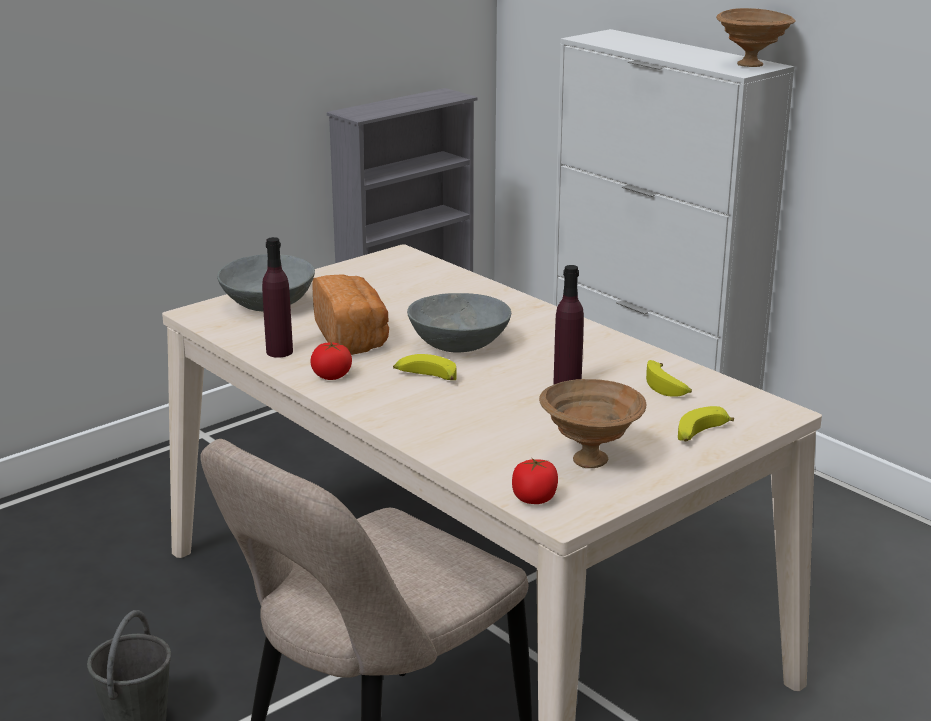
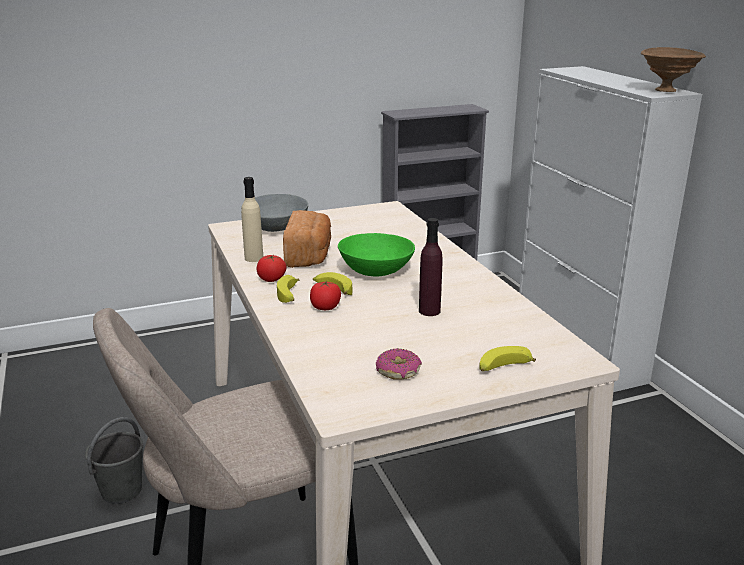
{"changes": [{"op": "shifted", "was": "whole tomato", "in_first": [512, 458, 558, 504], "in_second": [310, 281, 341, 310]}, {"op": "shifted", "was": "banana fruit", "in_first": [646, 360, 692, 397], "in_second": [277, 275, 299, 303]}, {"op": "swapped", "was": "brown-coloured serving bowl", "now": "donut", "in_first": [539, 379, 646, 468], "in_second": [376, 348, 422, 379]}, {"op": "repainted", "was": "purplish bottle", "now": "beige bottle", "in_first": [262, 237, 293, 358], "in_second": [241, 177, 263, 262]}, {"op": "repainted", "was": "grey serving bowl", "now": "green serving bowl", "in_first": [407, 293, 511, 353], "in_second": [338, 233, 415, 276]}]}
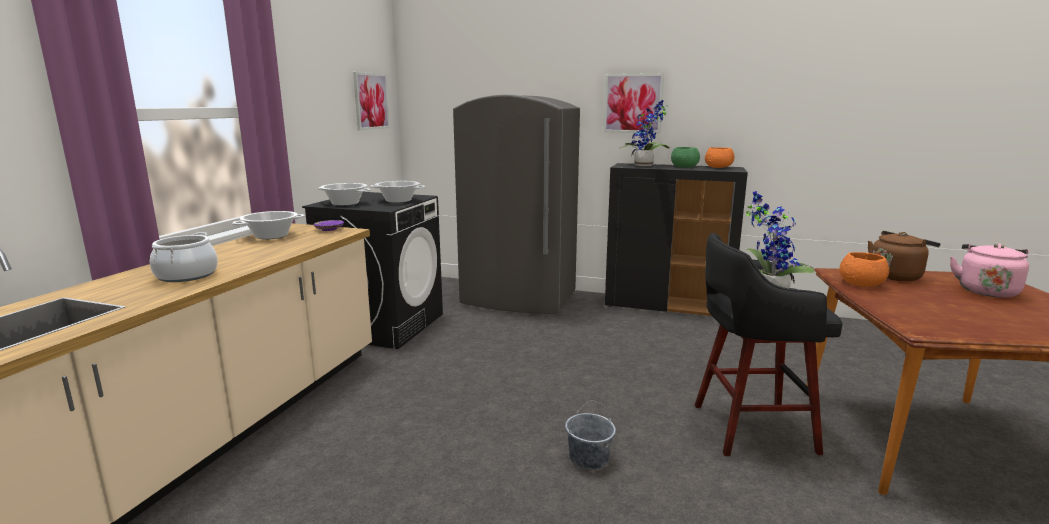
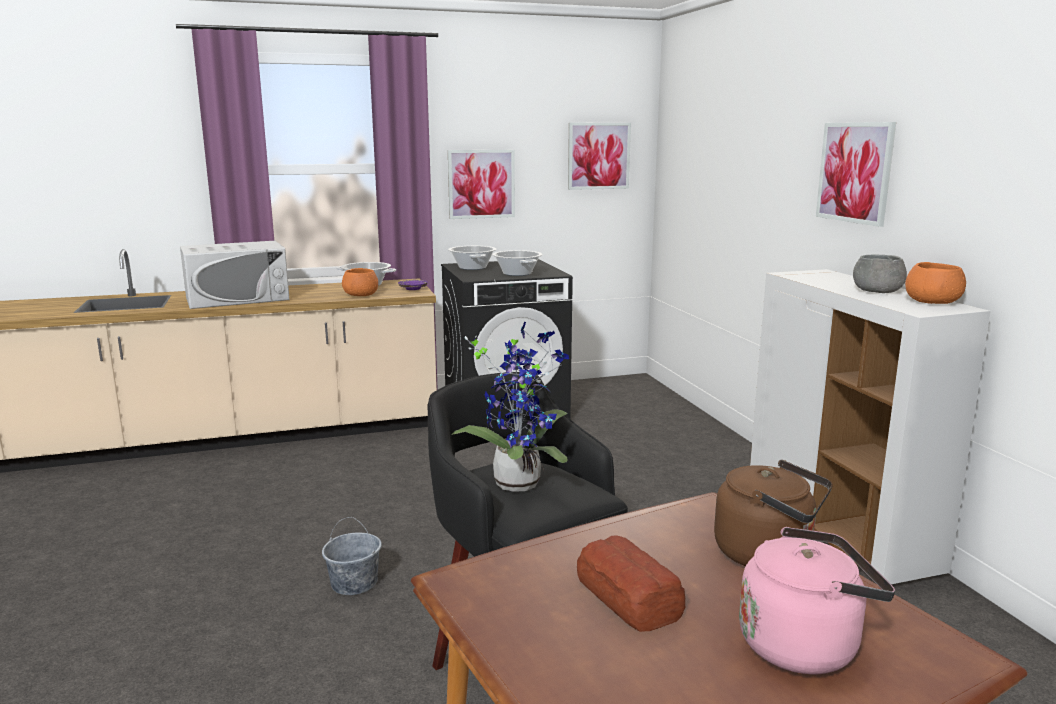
{"changes": [{"op": "gone", "was": "grey fridge", "in_first": [453, 94, 580, 314]}, {"op": "gone", "was": "plant in a pot", "in_first": [619, 100, 669, 166]}, {"op": "new", "now": "wall picture", "in_second": [448, 150, 515, 219]}, {"op": "new", "now": "bread", "in_second": [577, 535, 685, 632]}, {"op": "shifted", "was": "orange-coloured serving bowl", "in_first": [839, 252, 889, 287], "in_second": [342, 268, 378, 296]}, {"op": "swapped", "was": "saucepot", "now": "white-coloured microwave", "in_first": [150, 232, 218, 282], "in_second": [180, 241, 290, 309]}, {"op": "repainted", "was": "black storage cabinet", "now": "white-coloured storage cabinet", "in_first": [605, 163, 748, 316], "in_second": [750, 269, 991, 584]}, {"op": "repainted", "was": "green serving bowl", "now": "grey serving bowl", "in_first": [671, 147, 700, 167], "in_second": [853, 255, 907, 293]}]}
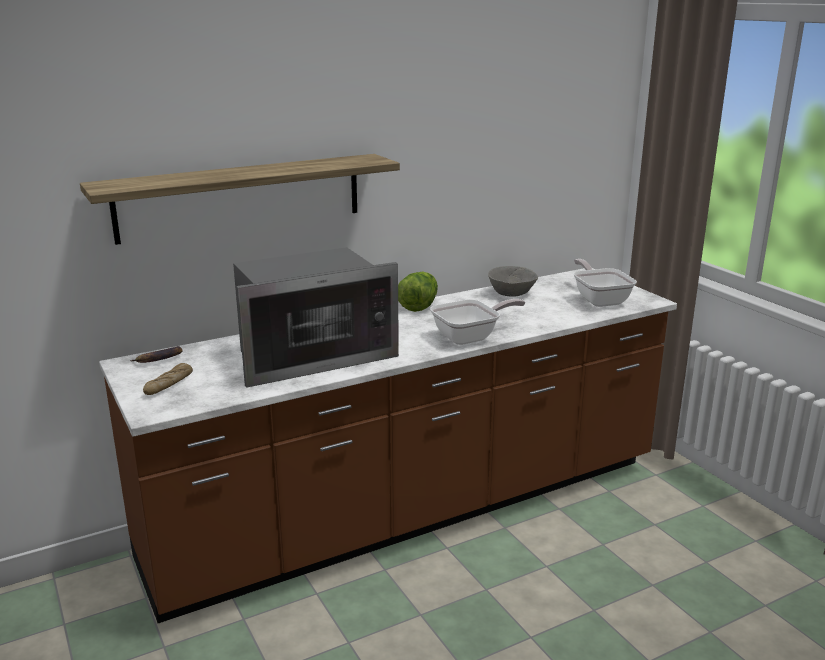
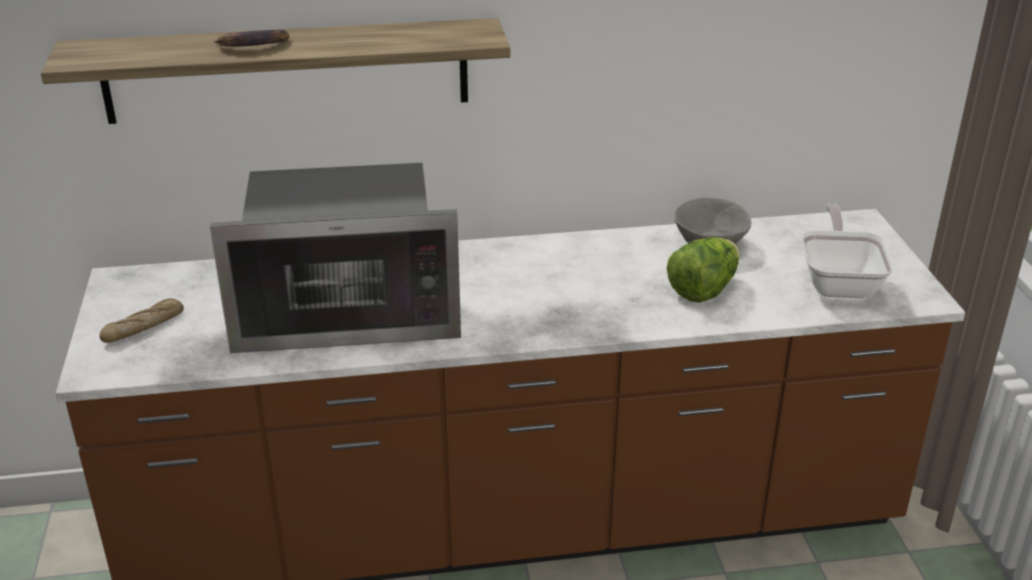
{"changes": [{"op": "gone", "was": "skillet", "in_first": [430, 299, 525, 345]}, {"op": "shifted", "was": "banana fruit", "in_first": [130, 346, 183, 363], "in_second": [214, 30, 290, 47]}, {"op": "shifted", "was": "lettuce head", "in_first": [398, 272, 438, 312], "in_second": [667, 237, 740, 303]}]}
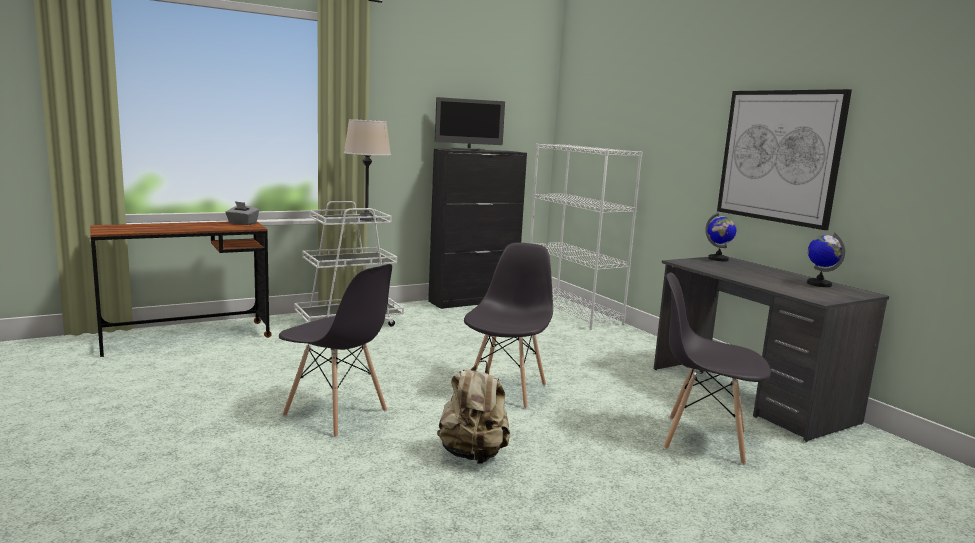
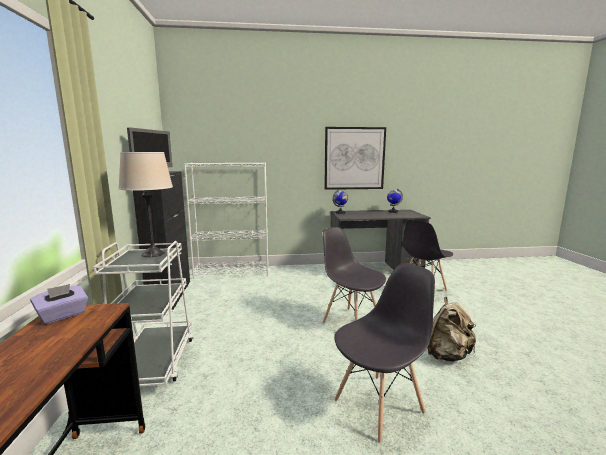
{"changes": [{"op": "repainted", "was": "grey box of tissues", "now": "purplish box of tissues", "in_first": [225, 201, 259, 225], "in_second": [30, 284, 88, 324]}]}
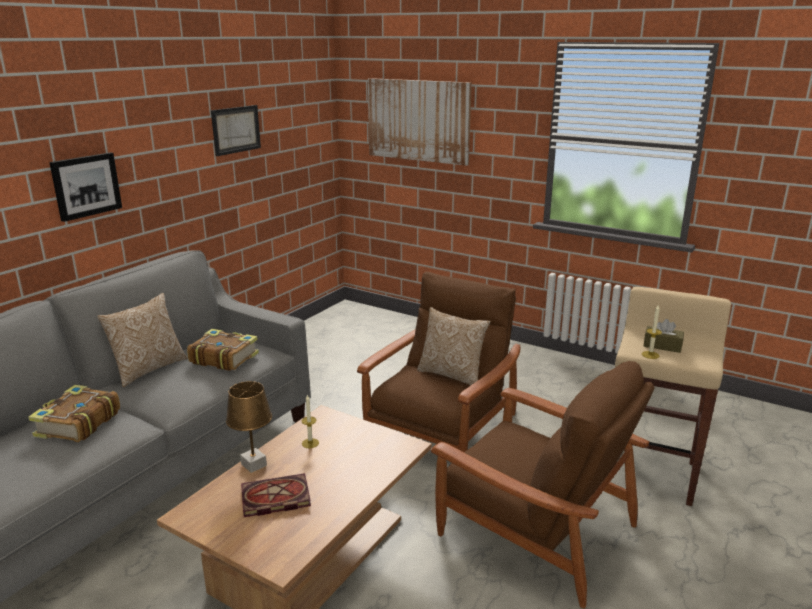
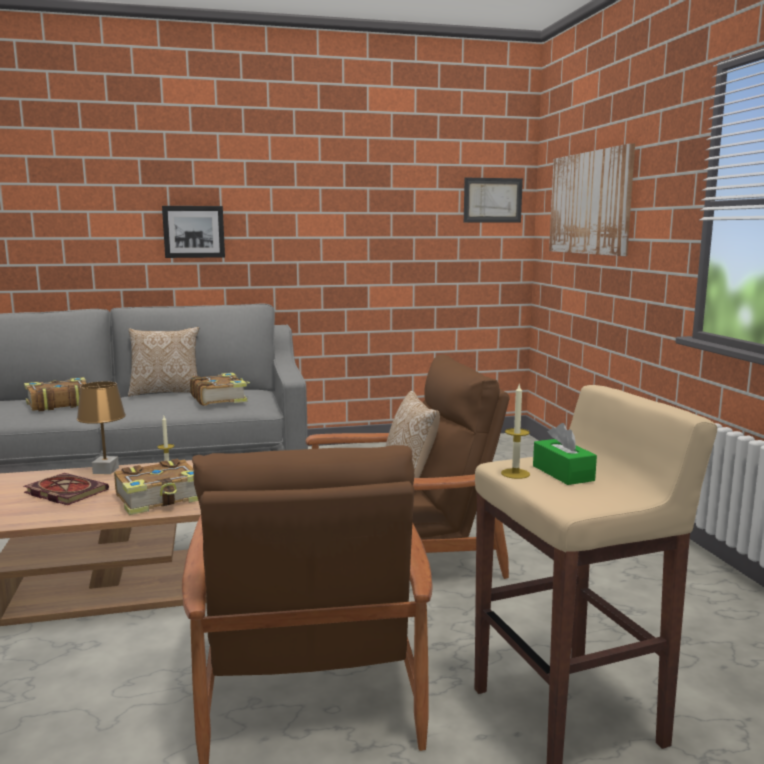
{"changes": [{"op": "new", "now": "bound book", "in_second": [114, 459, 198, 515]}, {"op": "shifted", "was": "wall picture", "in_first": [211, 105, 261, 156], "in_second": [464, 178, 523, 222]}, {"op": "repainted", "was": "brown-coloured box of tissues", "now": "green box of tissues", "in_first": [644, 319, 684, 353], "in_second": [533, 423, 597, 485]}]}
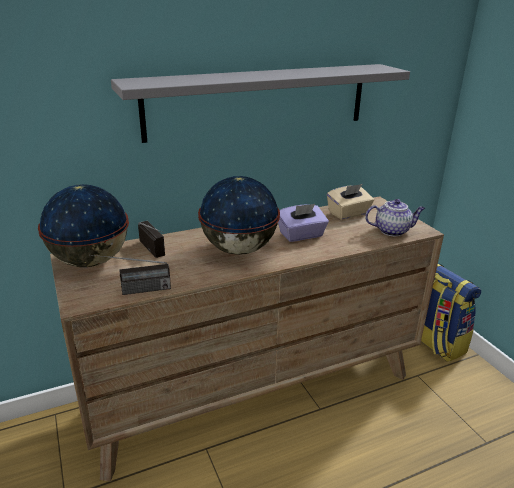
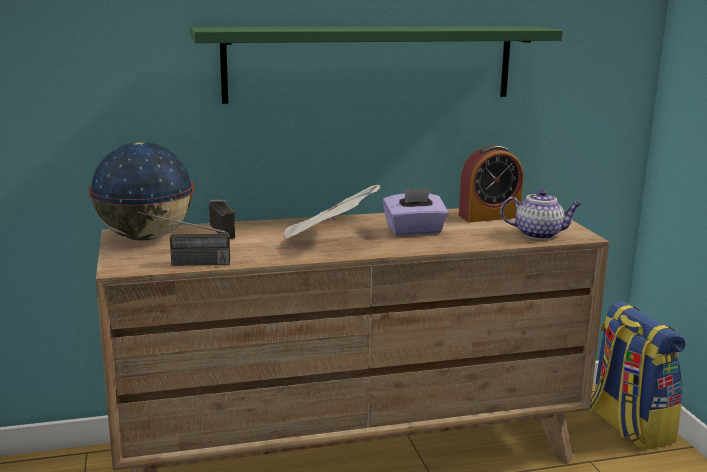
{"changes": [{"op": "swapped", "was": "world globe", "now": "printed paper", "in_first": [198, 176, 280, 255], "in_second": [282, 185, 380, 241]}, {"op": "swapped", "was": "beige box of tissues", "now": "table clock", "in_first": [327, 184, 374, 220], "in_second": [459, 144, 523, 222]}, {"op": "repainted", "was": "grey shelf", "now": "green shelf", "in_first": [111, 64, 410, 143], "in_second": [190, 26, 563, 104]}]}
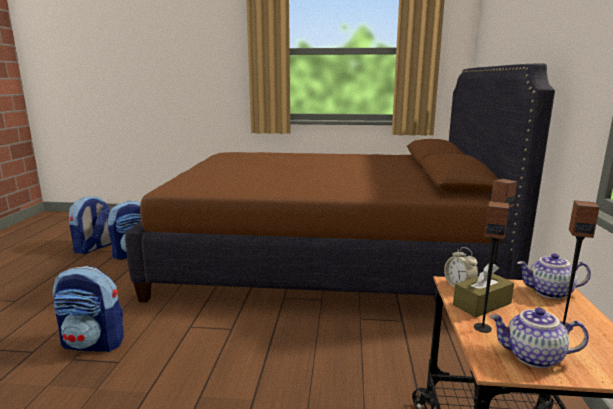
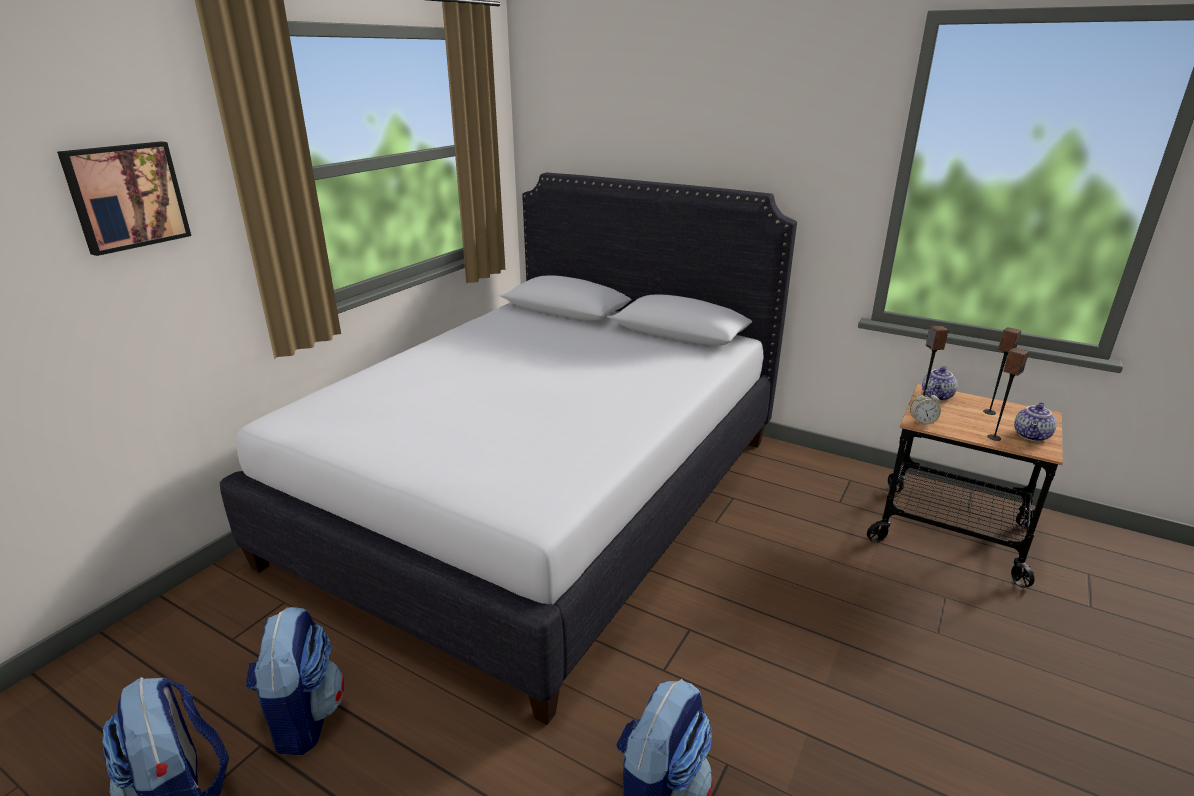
{"changes": [{"op": "gone", "was": "brown-coloured box of tissues", "in_first": [453, 263, 514, 317]}, {"op": "new", "now": "wall picture", "in_second": [57, 141, 191, 256]}, {"op": "repainted", "was": "brown-coloured bed", "now": "white-coloured bed", "in_first": [125, 64, 555, 302], "in_second": [220, 173, 797, 725]}]}
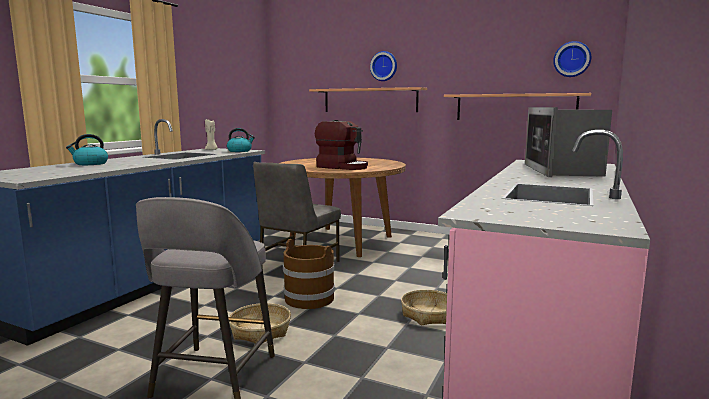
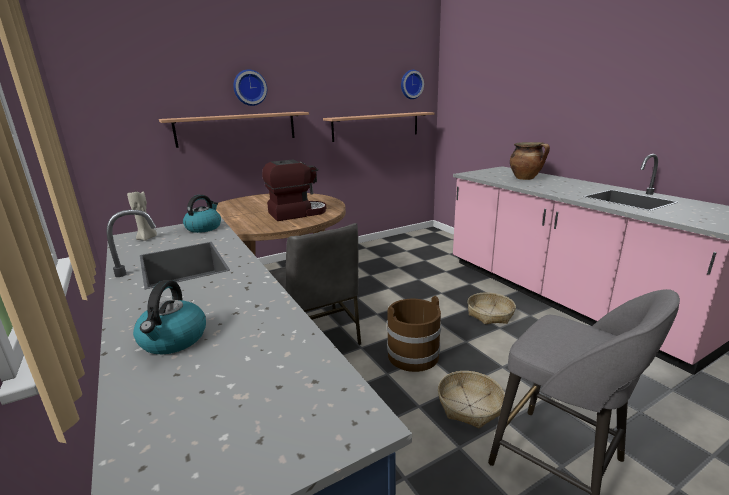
{"changes": [{"op": "swapped", "was": "microwave", "now": "saucepot", "in_first": [525, 107, 612, 177], "in_second": [510, 142, 550, 180]}]}
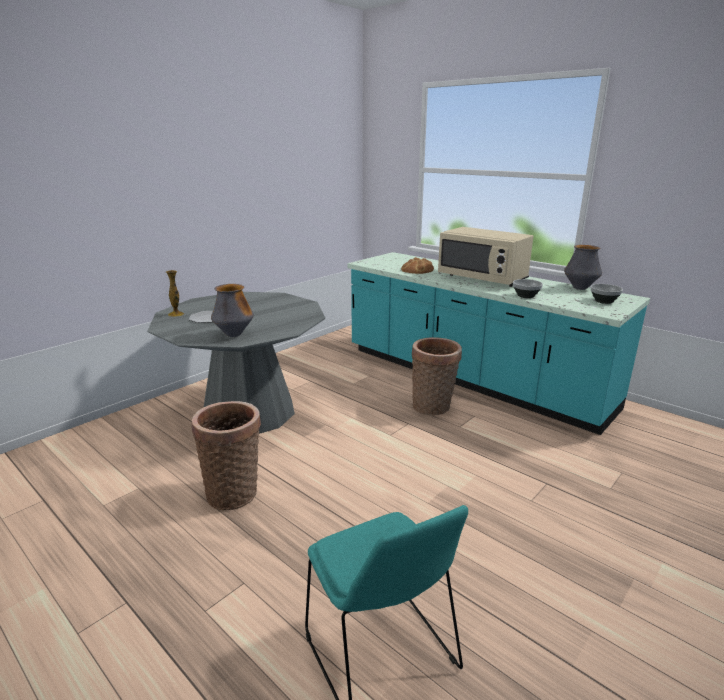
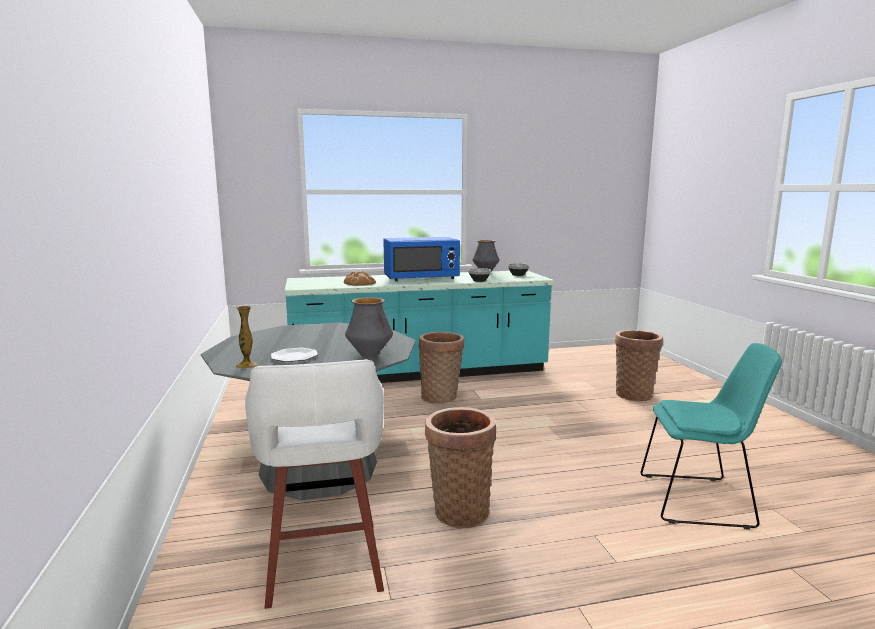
{"changes": [{"op": "new", "now": "white-coloured stool seat", "in_second": [245, 359, 384, 609]}, {"op": "new", "now": "basket", "in_second": [615, 330, 663, 401]}, {"op": "repainted", "was": "beige microwave", "now": "blue-coloured microwave", "in_first": [438, 227, 533, 287], "in_second": [383, 237, 460, 281]}]}
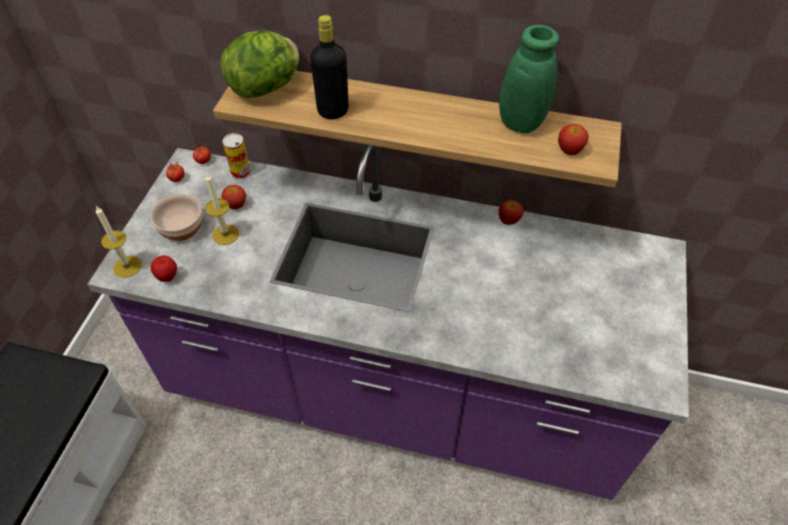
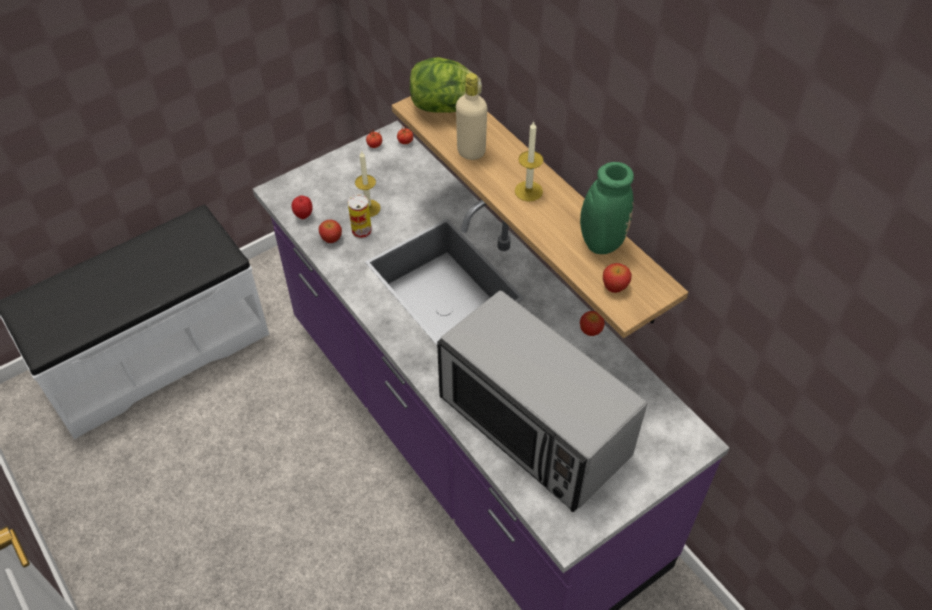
{"changes": [{"op": "gone", "was": "serving bowl", "in_first": [150, 194, 203, 241]}, {"op": "new", "now": "microwave", "in_second": [437, 291, 647, 512]}, {"op": "shifted", "was": "wax light", "in_first": [96, 206, 142, 278], "in_second": [515, 121, 543, 202]}, {"op": "shifted", "was": "apple fruit", "in_first": [221, 185, 246, 209], "in_second": [319, 220, 342, 243]}, {"op": "shifted", "was": "can", "in_first": [222, 133, 251, 180], "in_second": [348, 194, 372, 239]}, {"op": "repainted", "was": "black bottle", "now": "beige bottle", "in_first": [310, 15, 349, 119], "in_second": [456, 73, 487, 160]}]}
